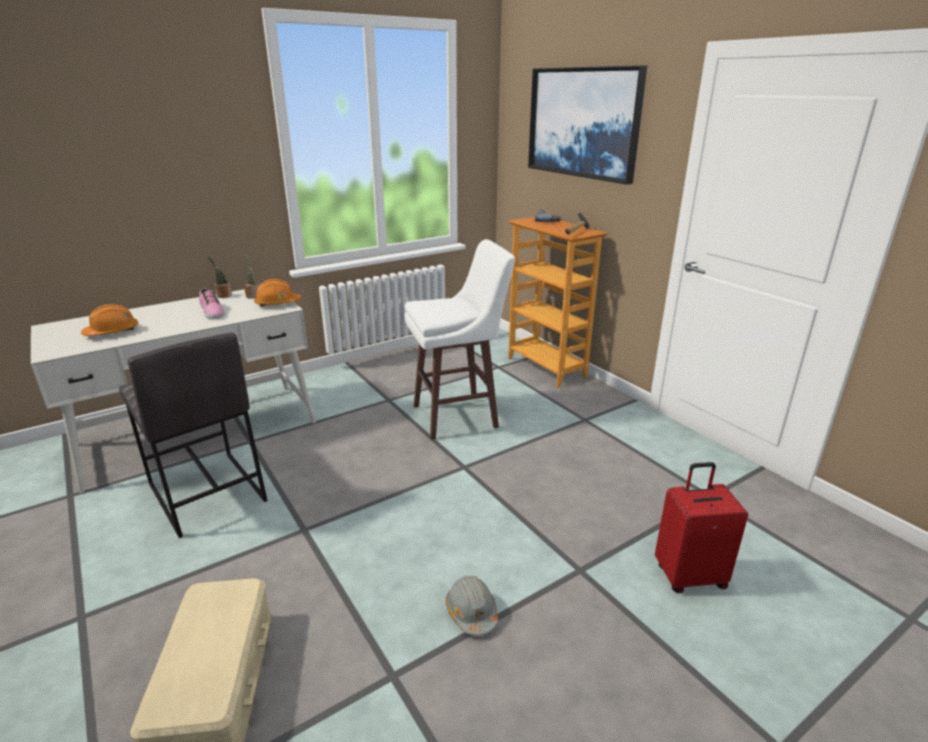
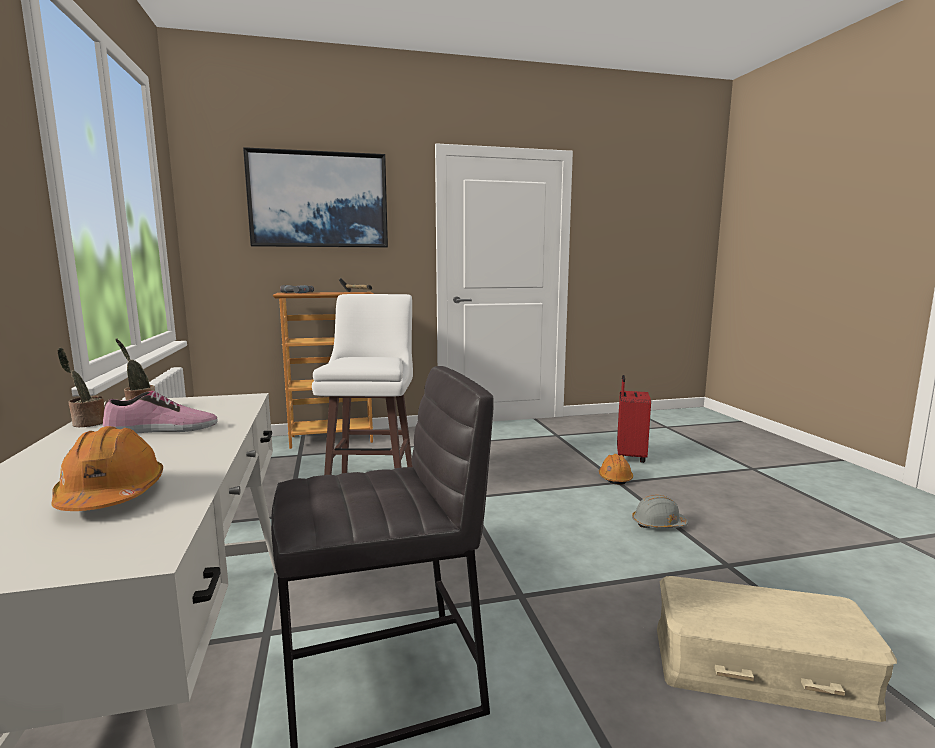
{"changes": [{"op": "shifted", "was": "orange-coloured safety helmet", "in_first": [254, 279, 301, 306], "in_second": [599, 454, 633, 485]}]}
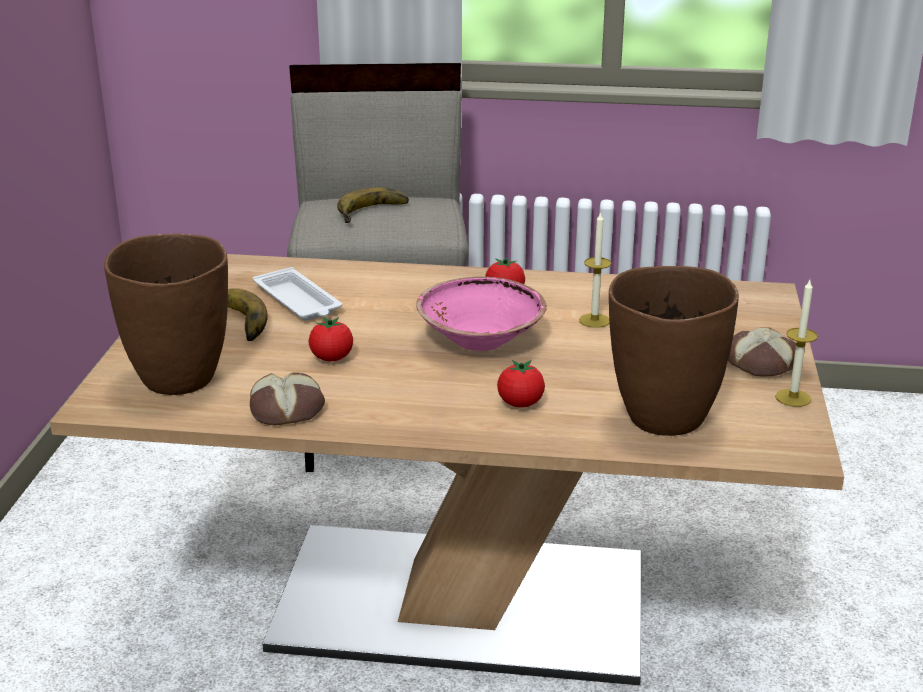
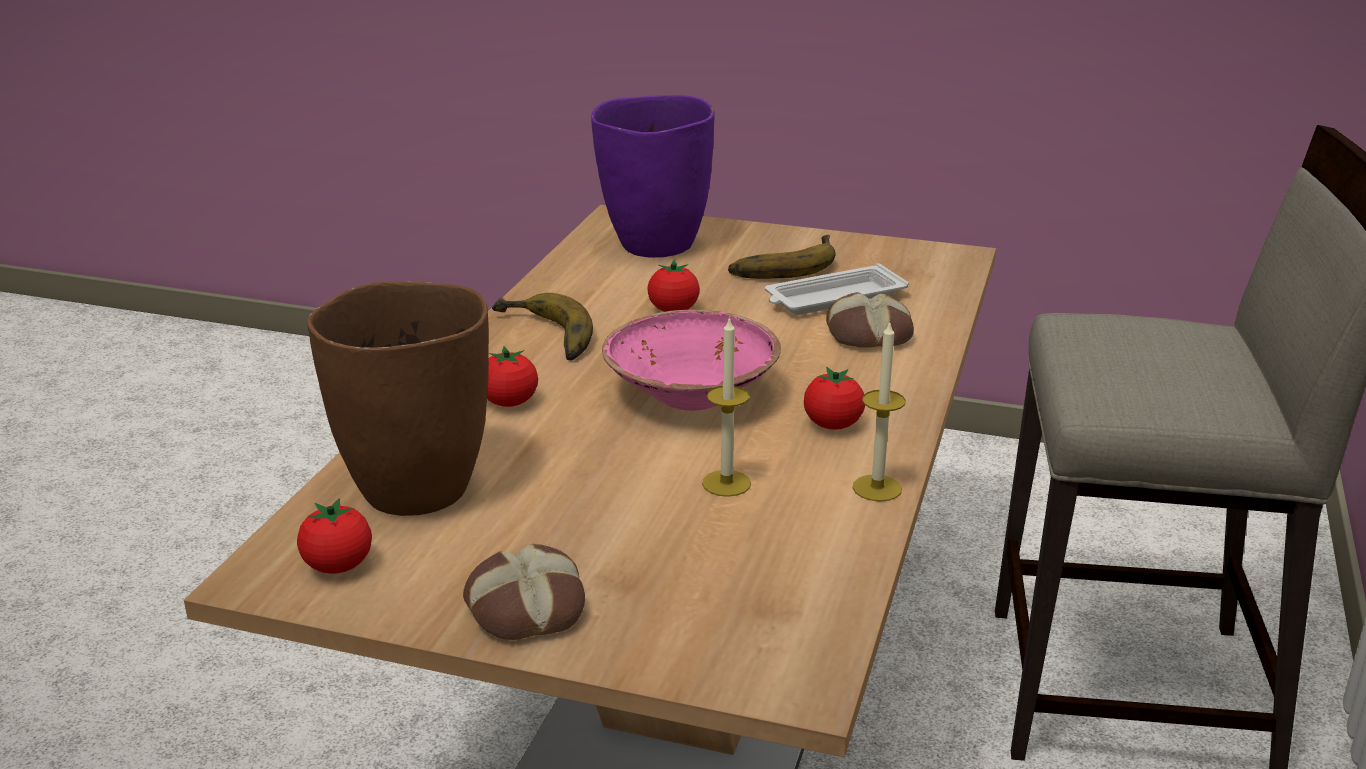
{"changes": [{"op": "new", "now": "whole tomato", "in_second": [297, 498, 372, 574]}, {"op": "shifted", "was": "bread", "in_first": [250, 373, 325, 425], "in_second": [826, 292, 914, 347]}, {"op": "shifted", "was": "banana fruit", "in_first": [337, 187, 409, 223], "in_second": [492, 293, 593, 360]}, {"op": "shifted", "was": "wax light", "in_first": [775, 280, 818, 407], "in_second": [853, 321, 906, 502]}, {"op": "repainted", "was": "brown-coloured vase", "now": "purplish vase", "in_first": [104, 234, 228, 395], "in_second": [591, 95, 715, 258]}]}
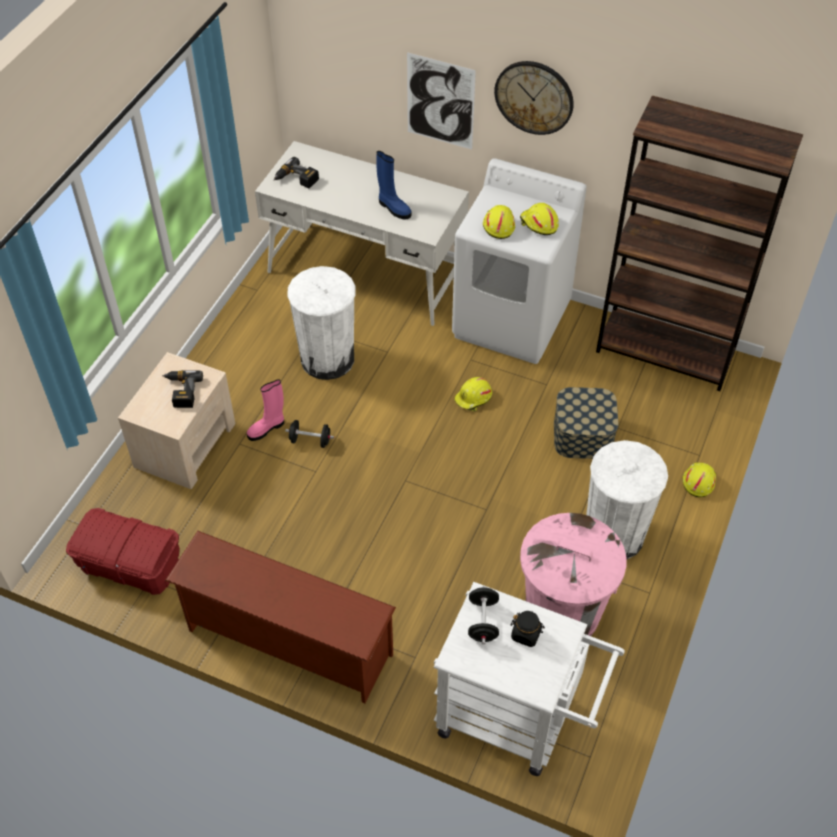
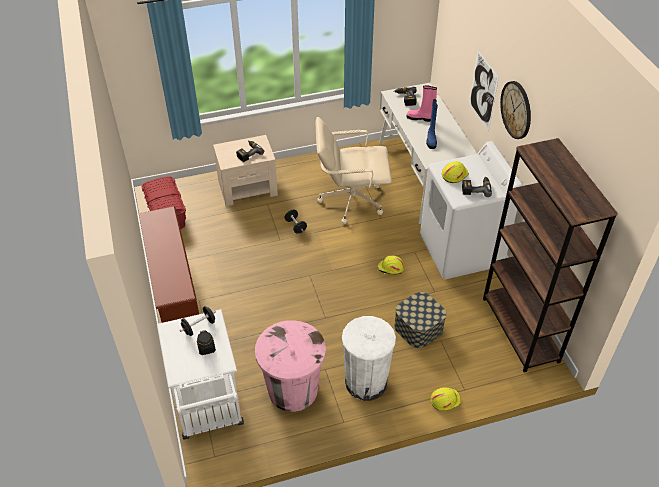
{"changes": [{"op": "shifted", "was": "pink high-top boot", "in_first": [247, 379, 284, 441], "in_second": [407, 85, 437, 122]}, {"op": "swapped", "was": "white-coloured rubbish bin", "now": "beige computer chair", "in_first": [287, 266, 356, 380], "in_second": [316, 117, 392, 224]}, {"op": "swapped", "was": "yellow-coloured safety helmet", "now": "electric drill", "in_first": [520, 203, 559, 235], "in_second": [462, 176, 492, 197]}]}
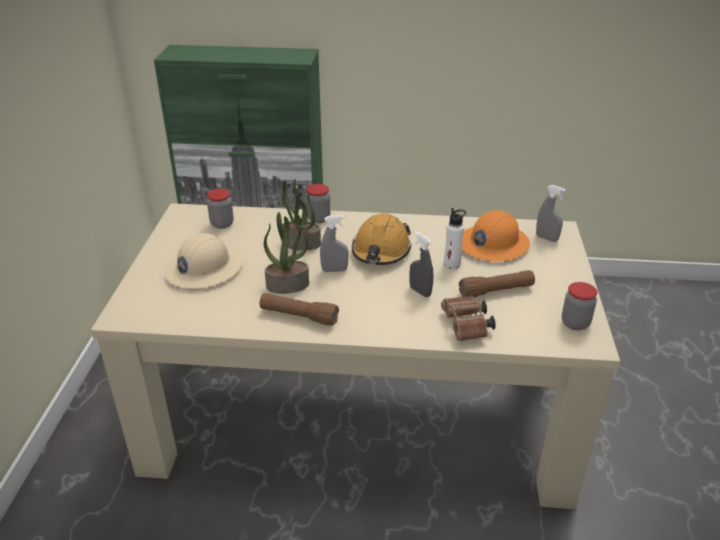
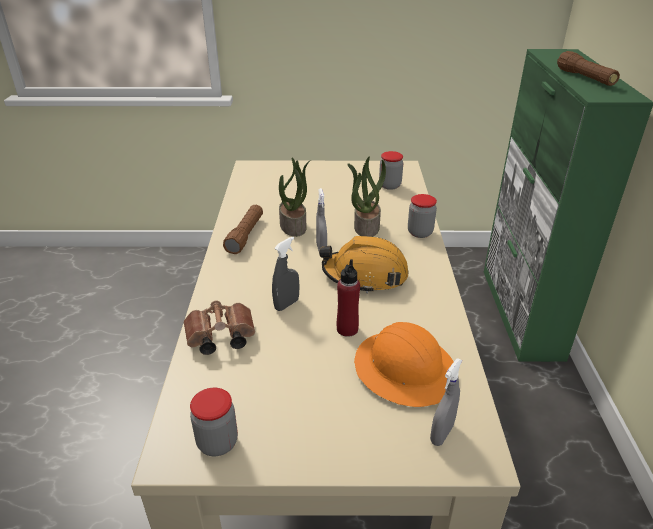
{"changes": [{"op": "gone", "was": "beige safety helmet", "in_first": [166, 233, 242, 289]}, {"op": "shifted", "was": "brown-coloured torch", "in_first": [459, 270, 535, 298], "in_second": [557, 51, 620, 86]}, {"op": "repainted", "was": "white-coloured bottle", "now": "red-coloured bottle", "in_first": [444, 208, 466, 269], "in_second": [337, 259, 360, 337]}]}
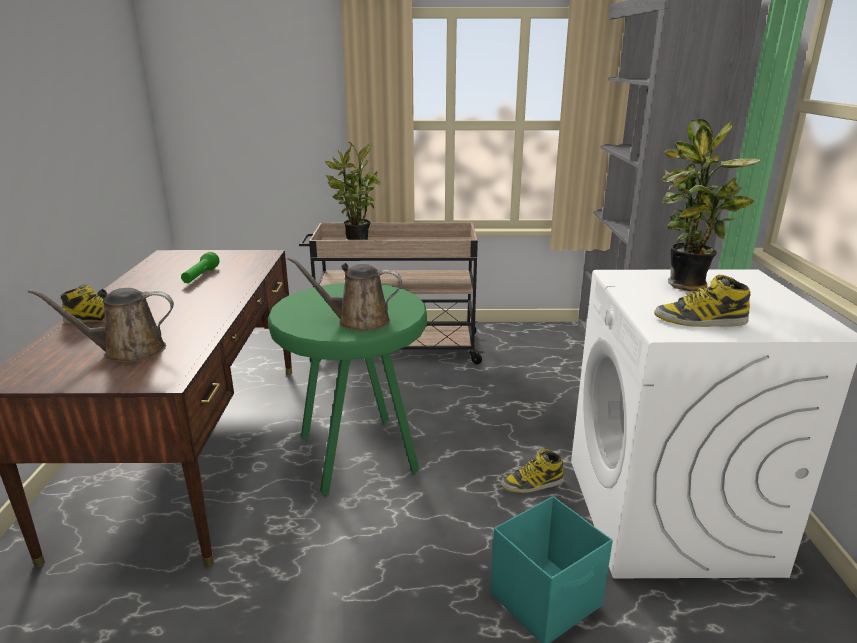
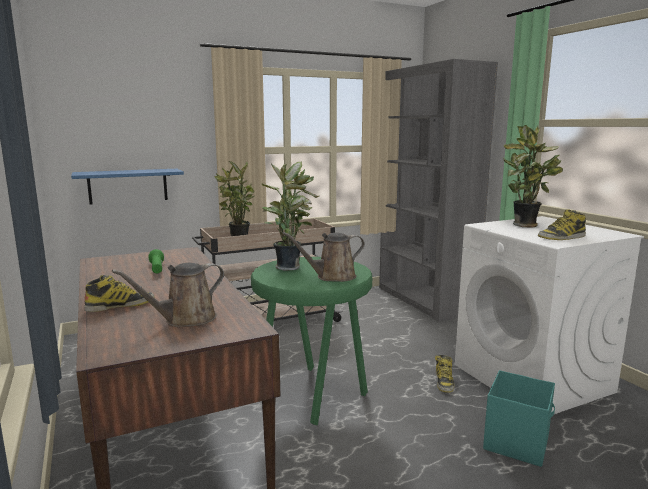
{"changes": [{"op": "new", "now": "blue-coloured shelf", "in_second": [71, 169, 184, 204]}, {"op": "new", "now": "plant in a pot", "in_second": [261, 162, 319, 271]}, {"op": "rotated", "was": "high-top boot", "in_first": [501, 449, 564, 493], "in_second": [435, 355, 454, 393], "clockwise": -45}]}
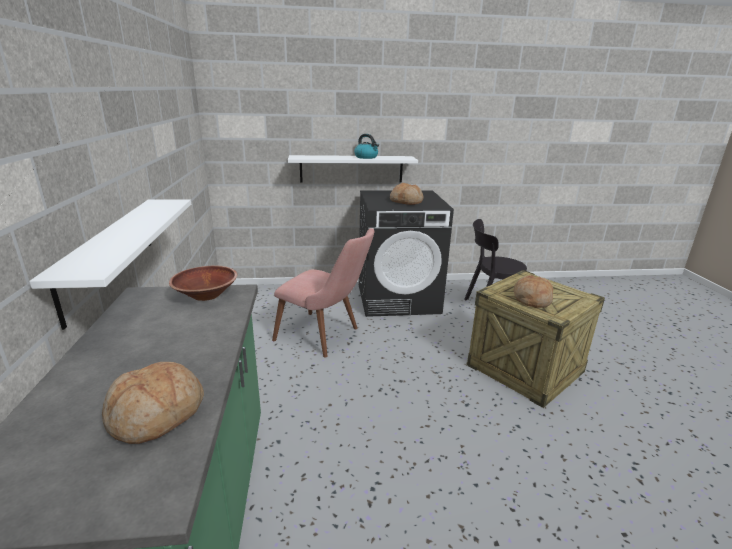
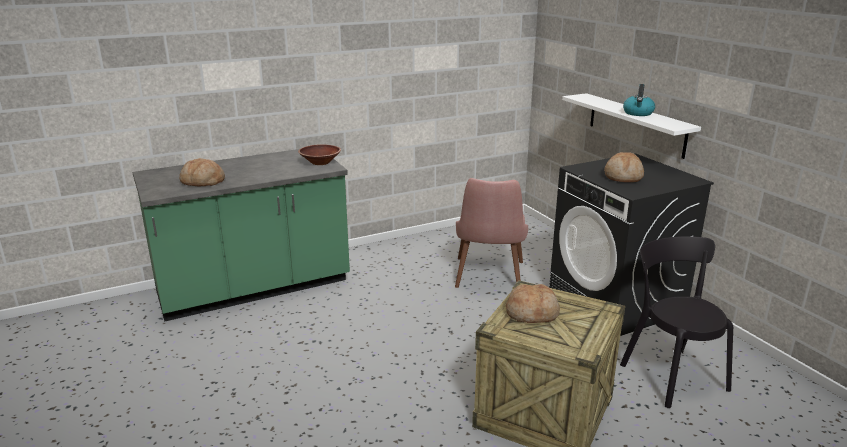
{"changes": [{"op": "gone", "was": "white-coloured shelf", "in_first": [29, 199, 191, 330]}]}
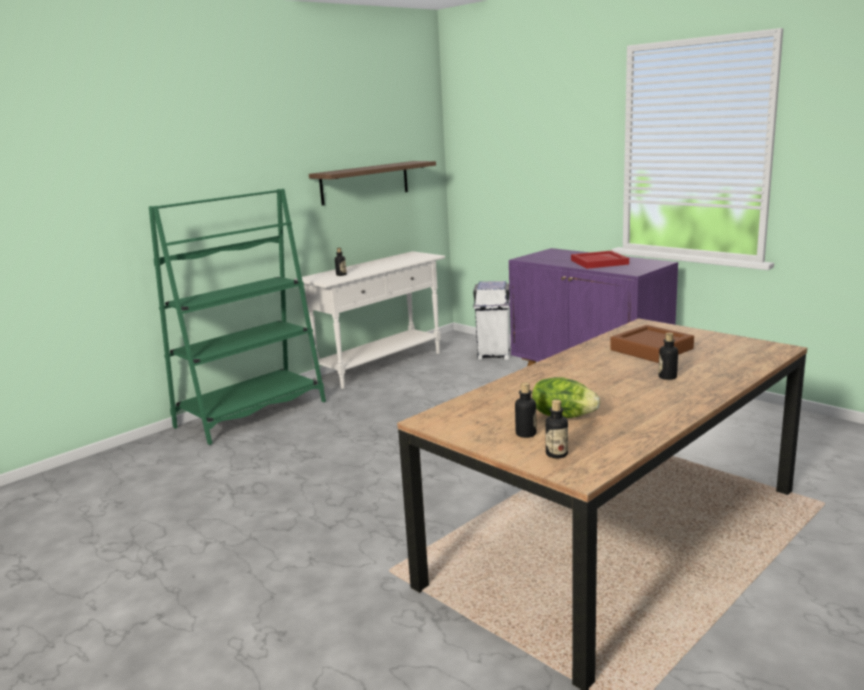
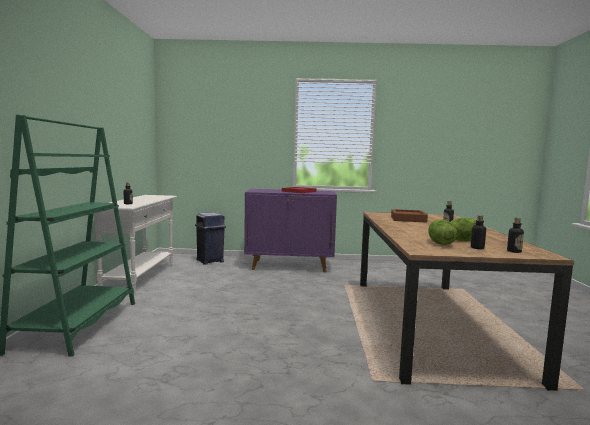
{"changes": [{"op": "gone", "was": "shelf", "in_first": [309, 161, 436, 206]}, {"op": "new", "now": "lettuce head", "in_second": [428, 220, 457, 245]}, {"op": "repainted", "was": "white-coloured rubbish bin", "now": "blue-coloured rubbish bin", "in_first": [473, 281, 511, 360], "in_second": [195, 212, 226, 265]}]}
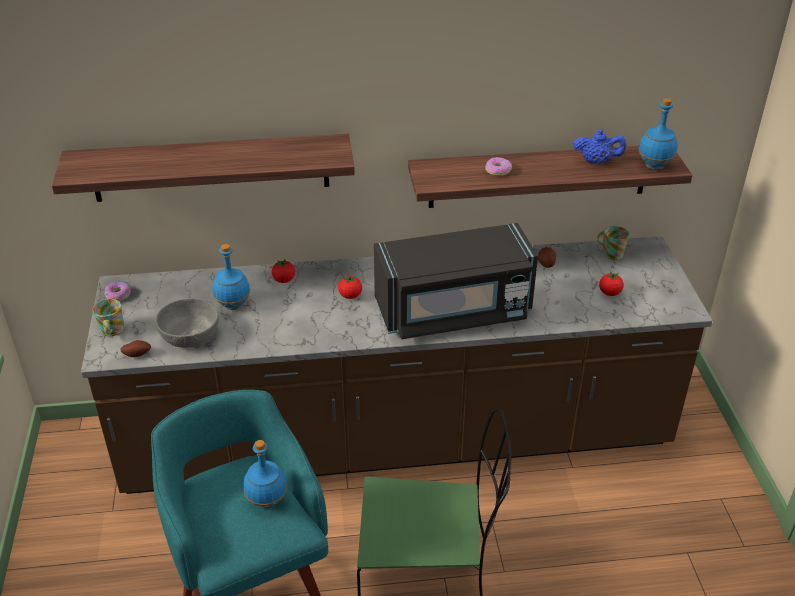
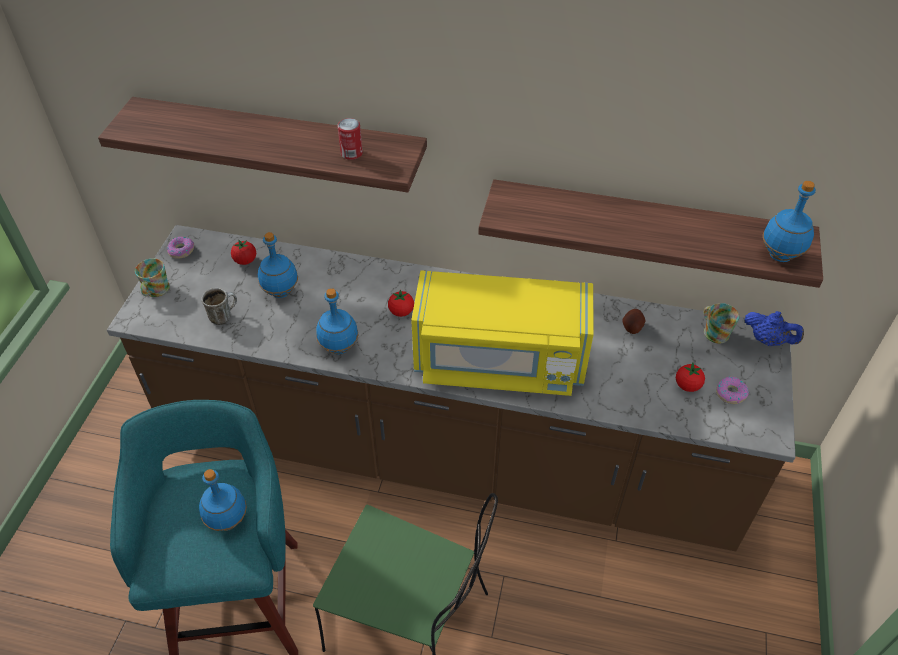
{"changes": [{"op": "gone", "was": "whole potato", "in_first": [120, 340, 151, 357]}, {"op": "new", "now": "blue-coloured bottle", "in_second": [316, 288, 358, 355]}, {"op": "new", "now": "can", "in_second": [338, 118, 363, 160]}, {"op": "shifted", "was": "whole tomato", "in_first": [272, 259, 295, 283], "in_second": [231, 240, 256, 265]}, {"op": "shifted", "was": "donut", "in_first": [485, 157, 512, 176], "in_second": [716, 376, 749, 404]}, {"op": "shifted", "was": "blue-coloured teapot", "in_first": [573, 129, 626, 164], "in_second": [744, 311, 804, 346]}, {"op": "swapped", "was": "grey serving bowl", "now": "mug", "in_first": [155, 298, 219, 348], "in_second": [201, 288, 237, 325]}, {"op": "repainted", "was": "black microwave", "now": "yellow-coloured microwave", "in_first": [374, 223, 538, 339], "in_second": [411, 270, 594, 396]}]}
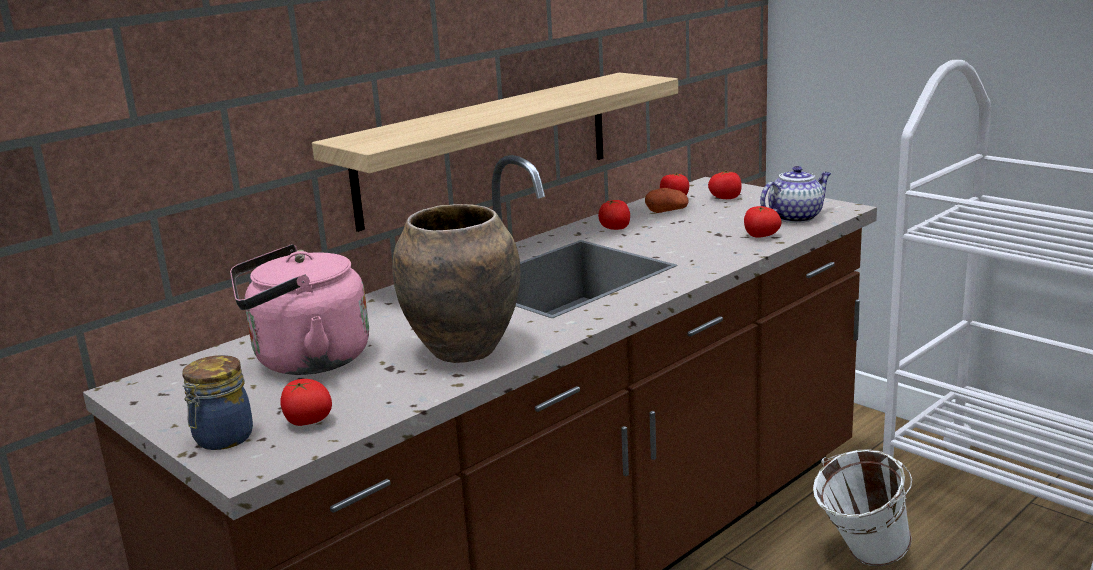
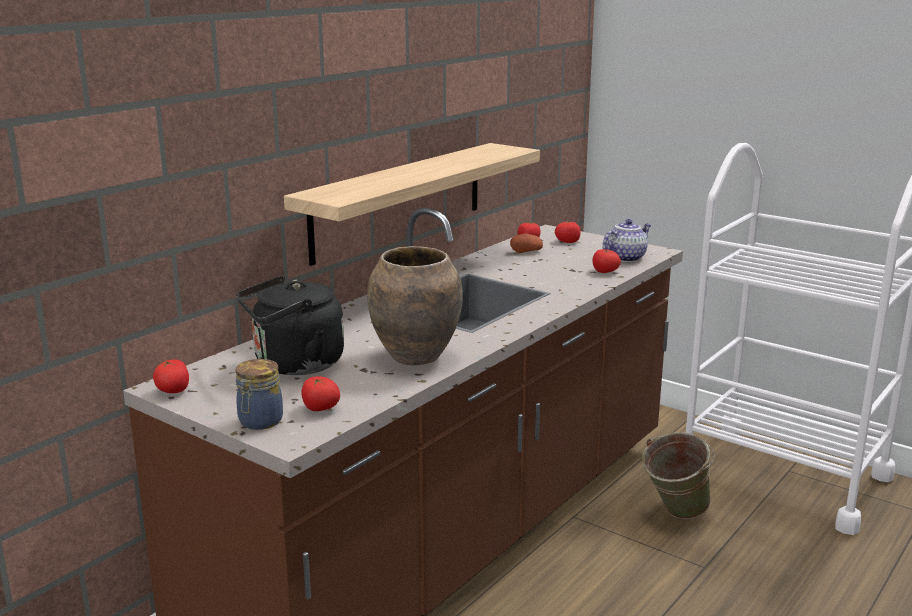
{"changes": [{"op": "shifted", "was": "whole tomato", "in_first": [598, 200, 630, 230], "in_second": [153, 360, 189, 393]}, {"op": "repainted", "was": "pink tea kettle", "now": "black tea kettle", "in_first": [230, 244, 369, 375], "in_second": [236, 275, 344, 375]}, {"op": "repainted", "was": "white-coloured water bucket", "now": "green water bucket", "in_first": [813, 449, 912, 566], "in_second": [642, 432, 715, 519]}]}
